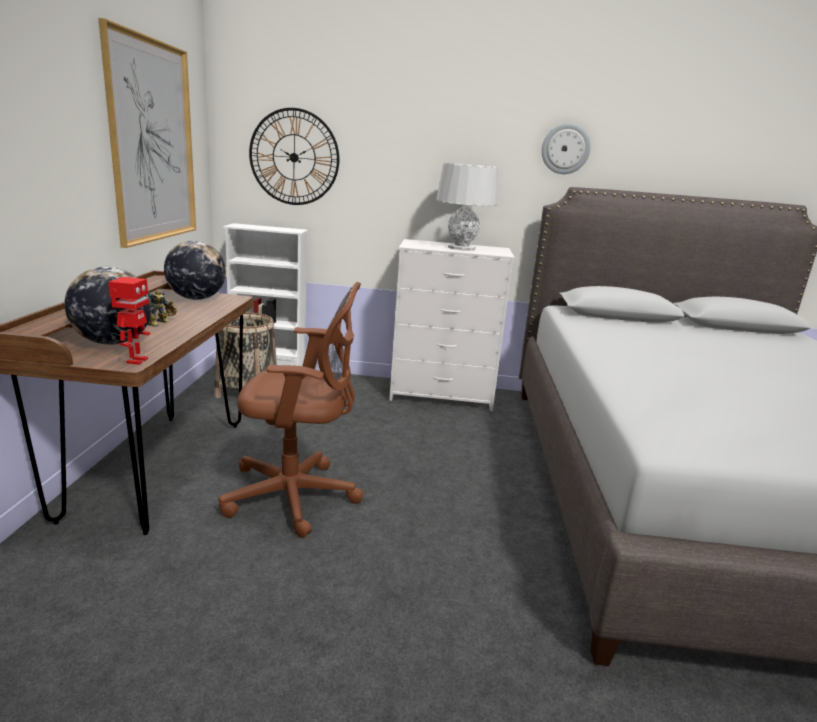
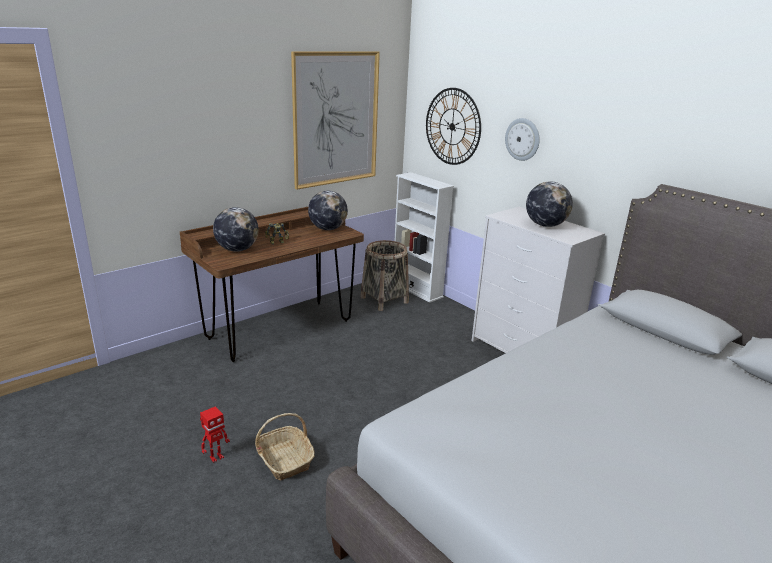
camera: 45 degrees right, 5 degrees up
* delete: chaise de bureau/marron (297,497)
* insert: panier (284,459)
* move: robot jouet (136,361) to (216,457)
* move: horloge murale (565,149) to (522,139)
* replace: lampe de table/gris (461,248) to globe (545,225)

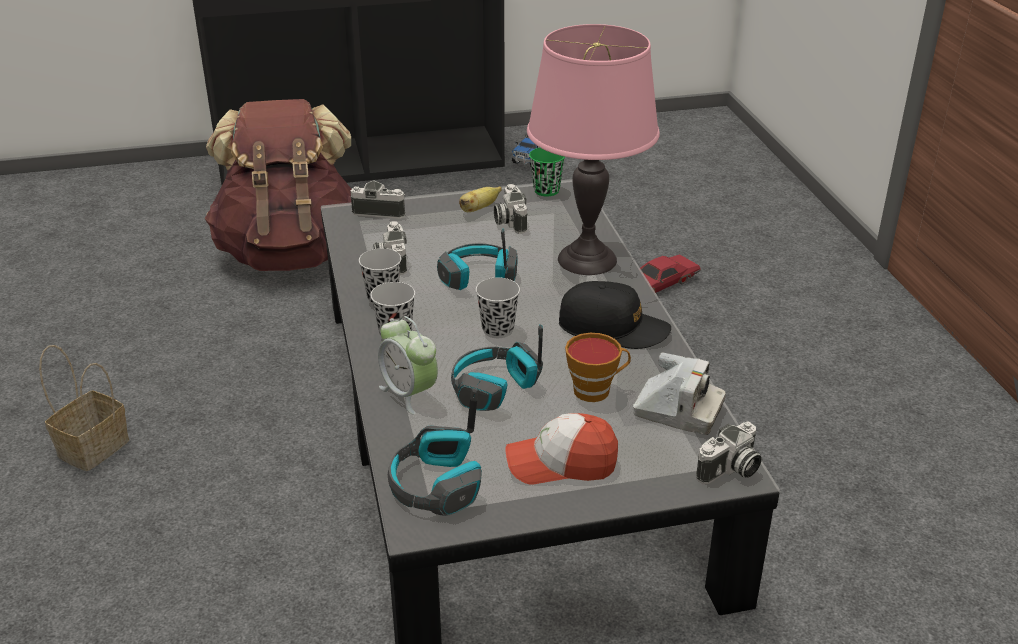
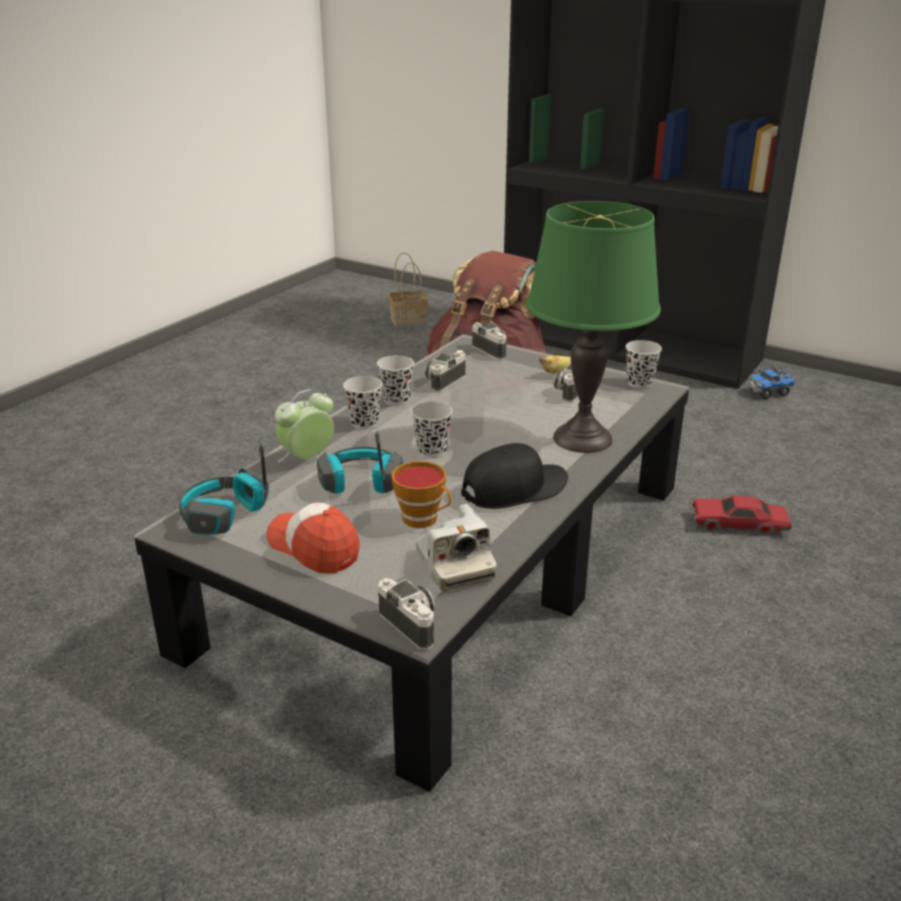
camera: 45 degrees right, 5 degrees down
* delete: casque audio (478,278)
* move: panier (94,446) to (409,320)
* recolor: lampe de table/rose (587,260) to lampe de table/vert (583,438)
* recolor: tasse/vert (546,190) to tasse/noir (639,383)
* rotate: réveil (409,394) = (307,458) 45 degrees clockwise
* rotate: casquette/noir (613,328) = (514,489) 90 degrees counterclockwise
* rotate: appareil photo (730,471) = (413,624) 135 degrees counterclockwise

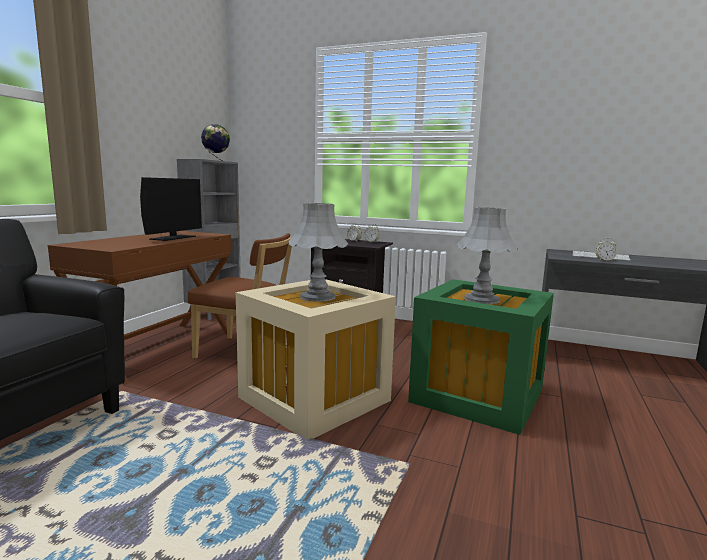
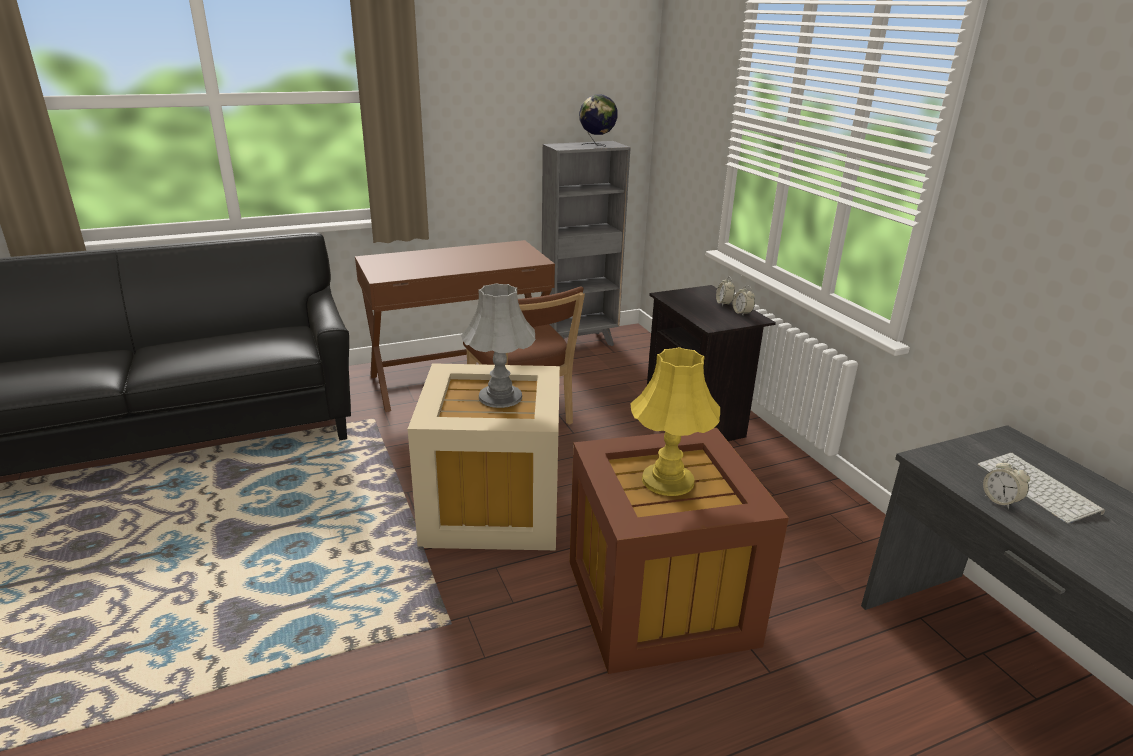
camera: 45 degrees right, 15 degrees up
* delete: écran d'ordinateur (173,238)
* recolor: boîte de rangement/vert (479,395) to boîte de rangement/marron (663,603)
* recolor: lampe de table/gris (481,299) to lampe de table/jaune (668,480)

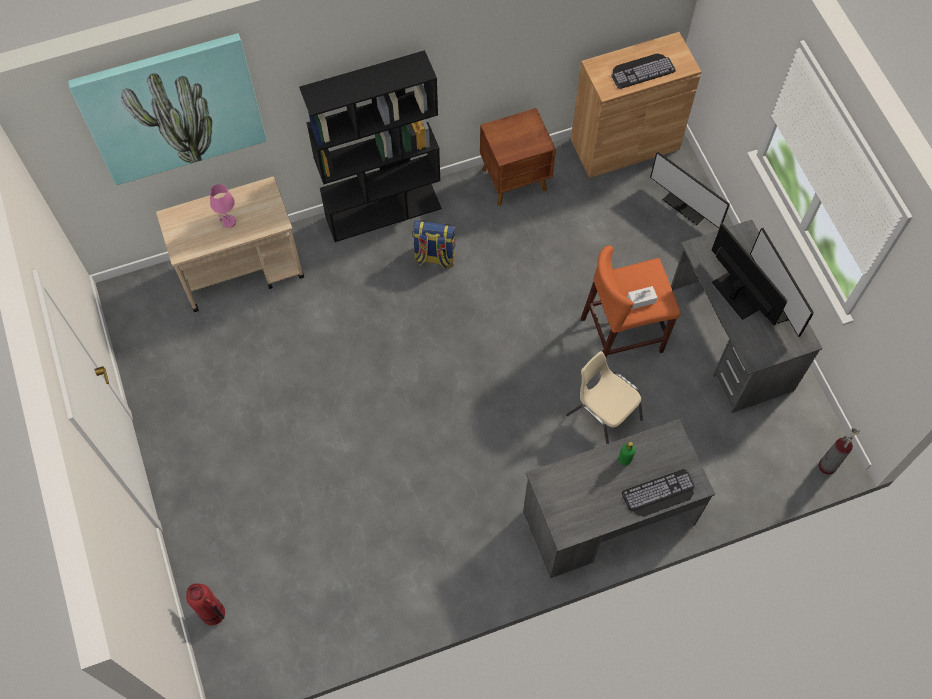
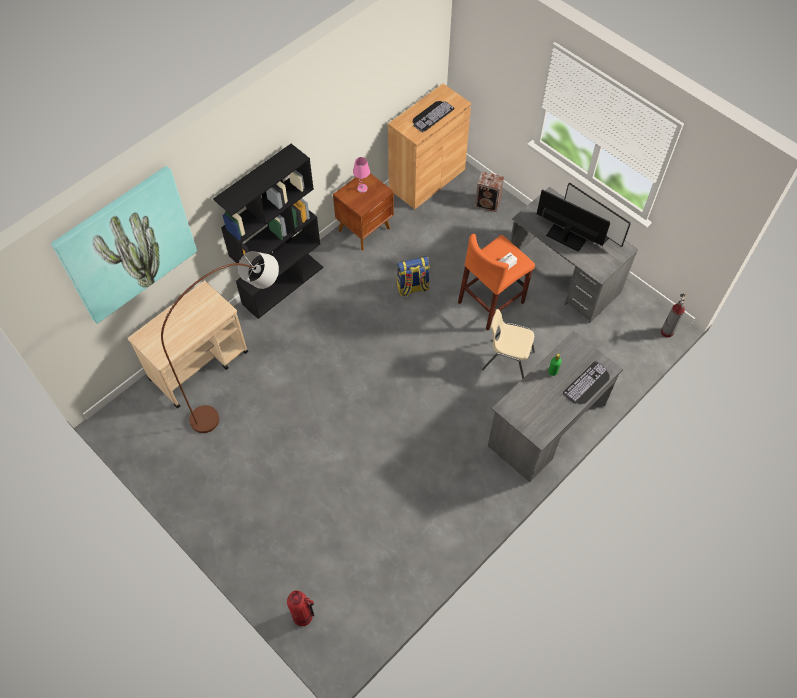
camera: 25 degrees left, 5 degrees down
* insert: lampadaire/marron (246,385)
* move: lampe de table/rose (228,222) to (362,189)
* move: sac à dos (434,257) to (412,287)
* replace: écran d'ordinateur (685,206) to enceinte (488,203)

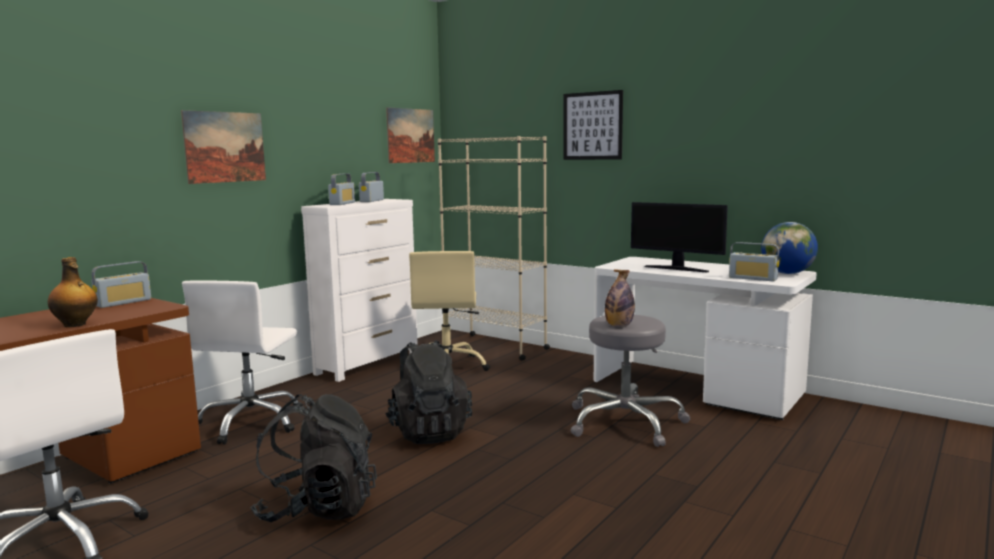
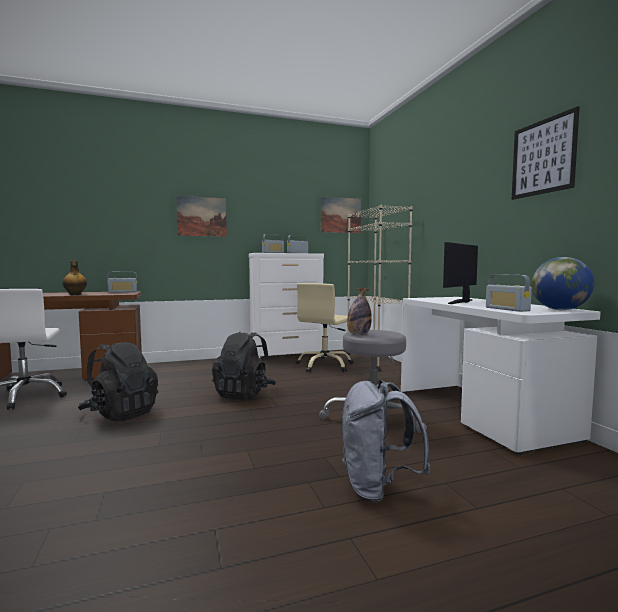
camera: 35 degrees right, 5 degrees down
* delete: chaise de bureau/blanc (251,422)
* insert: sac à dos/gris (378,488)
* move: tableau (592,126) to (543,157)
* rotate: écran d'ordinateur (676,269) = (462,302) 60 degrees clockwise

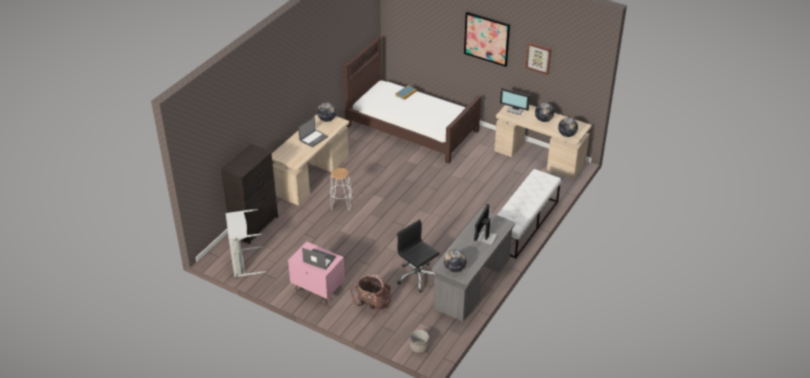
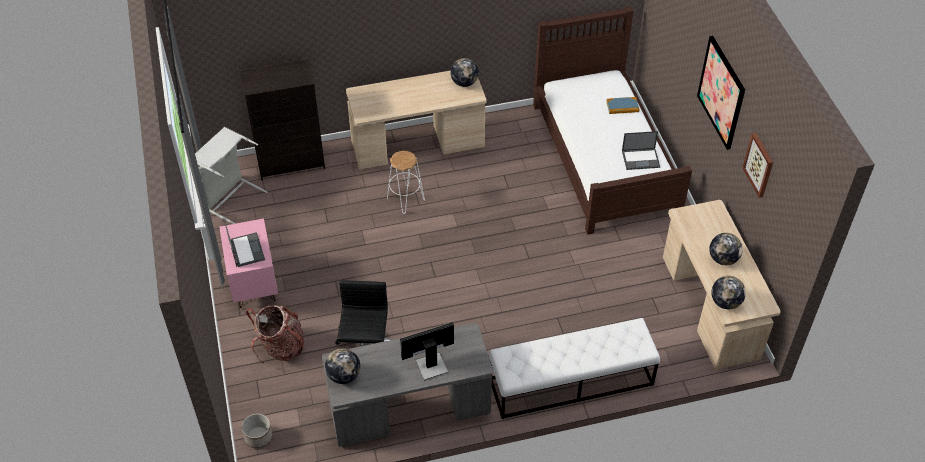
camera: 45 degrees right, 10 degrees up
* delete: écran d'ordinateur (515,110)
* move: ordinateur portable (313,138) to (641,159)

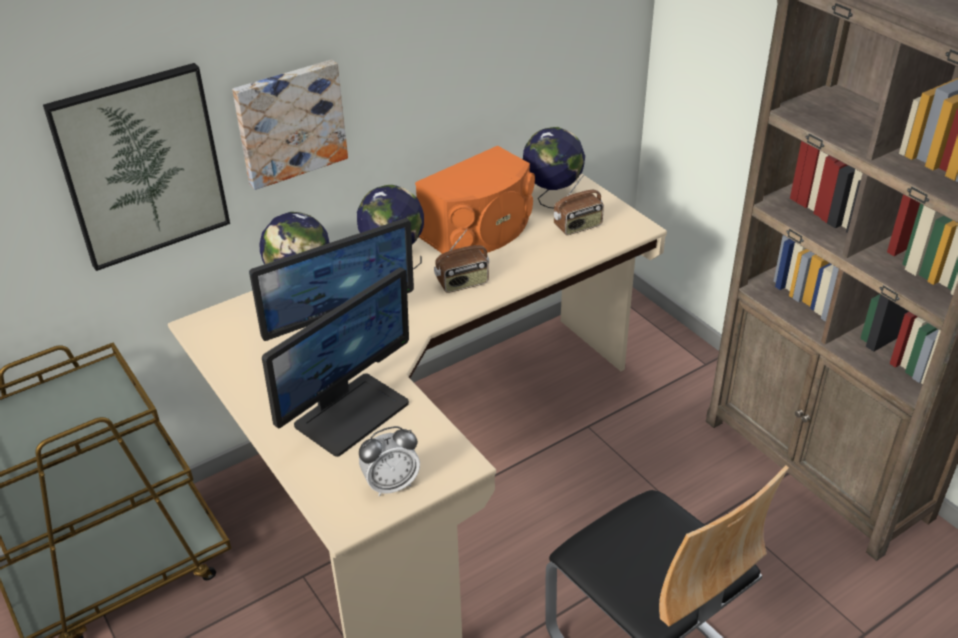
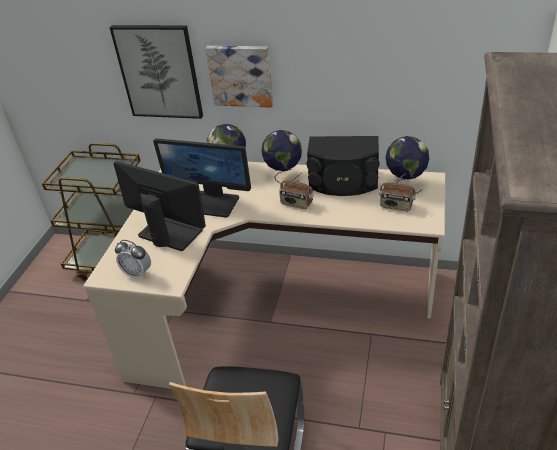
camera: 50 degrees right, 0 degrees up
* recolor: enceinte/orange (480,231) to enceinte/noir (343,182)
* rotate: écran d'ordinateur (351,413) = (169,233) 150 degrees counterclockwise

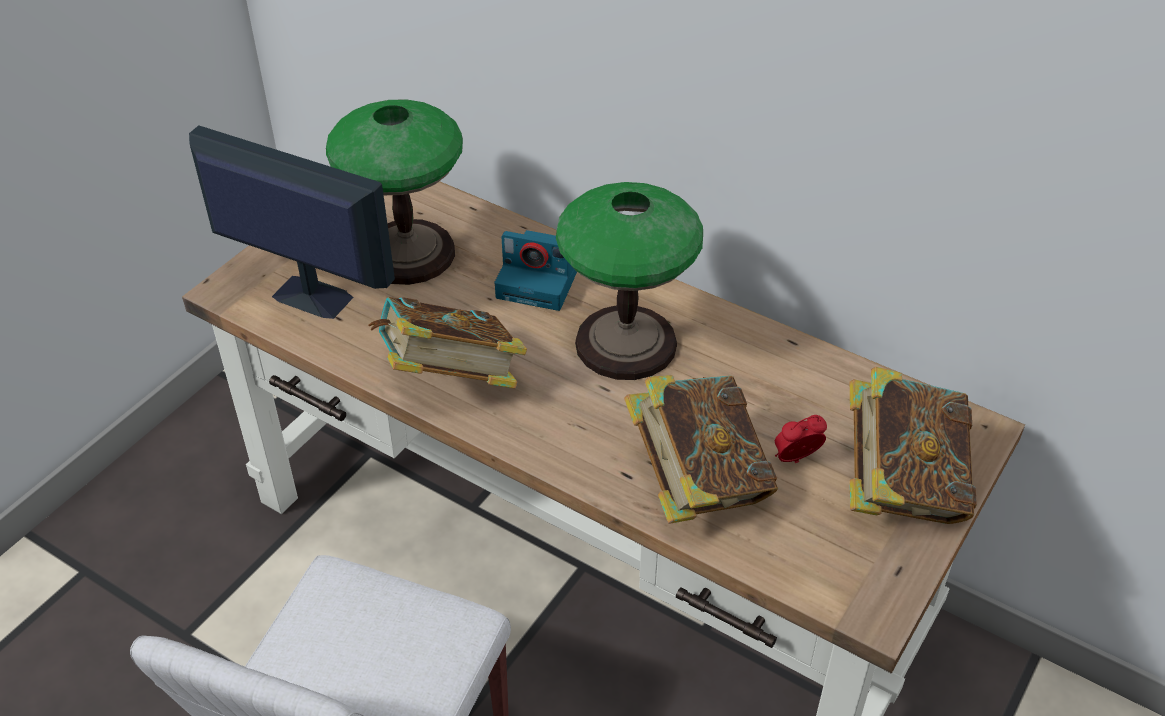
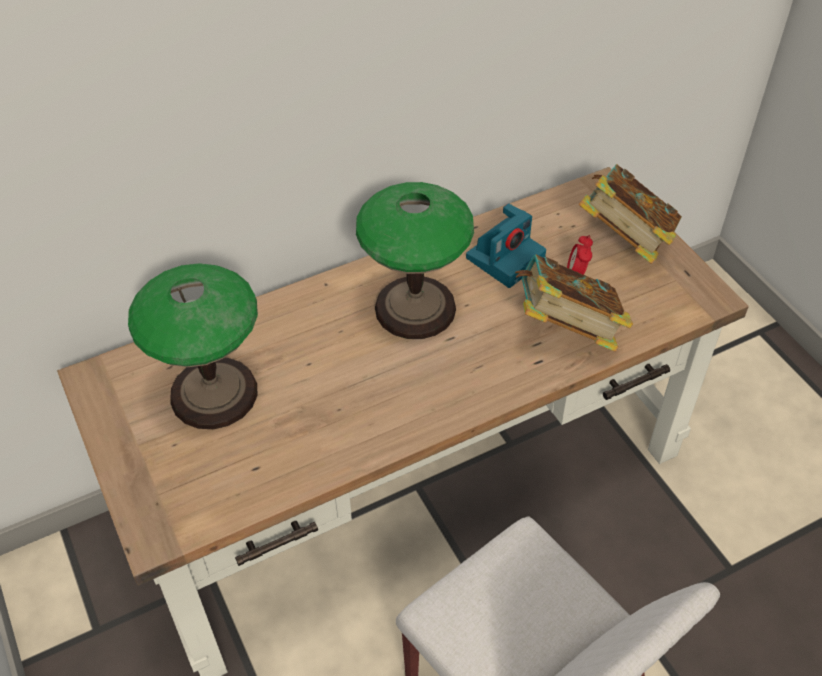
camera: 60 degrees left, 5 degrees up
* delete: écran d'ordinateur (310,296)
* delete: livre (450,380)
* move: appareil photo (541,281) to (505,258)

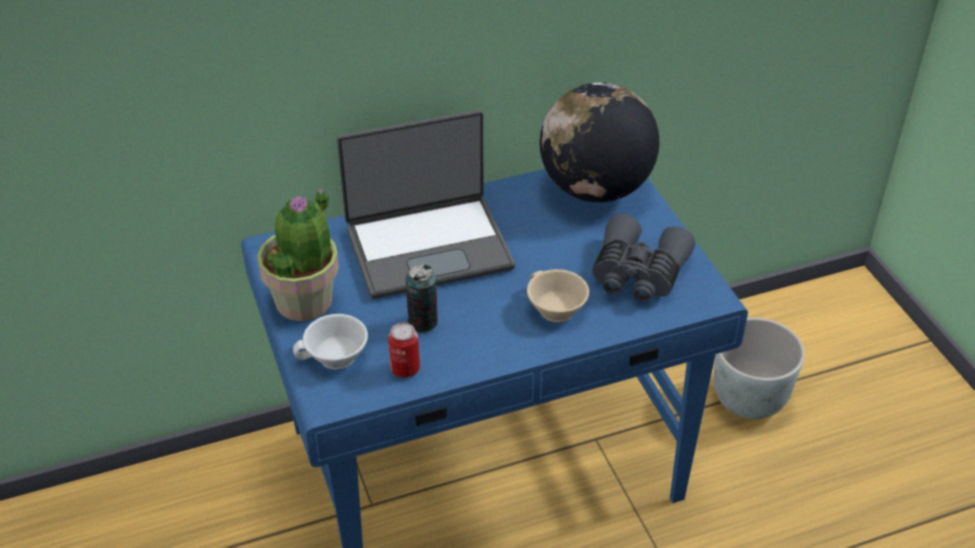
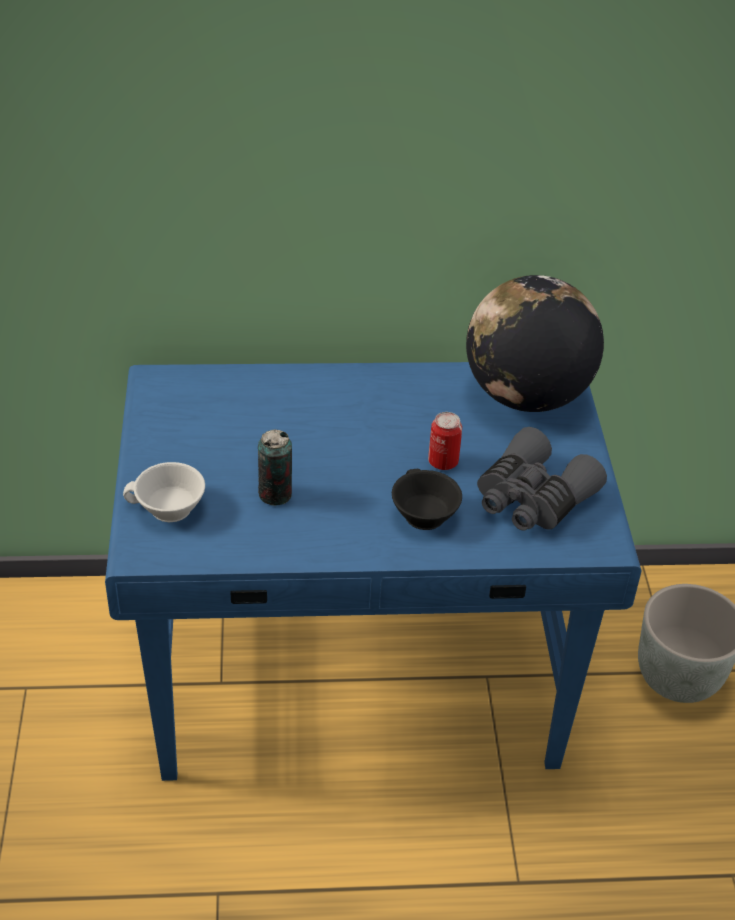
camera: 15 degrees right, 0 degrees up
* delete: plante en pot (305,301)
* delete: ordinateur portable (428,246)
* move: boîte métallique (405,369) to (443,462)
* recolor: tasse/beige (553,309) to tasse/noir (421,514)

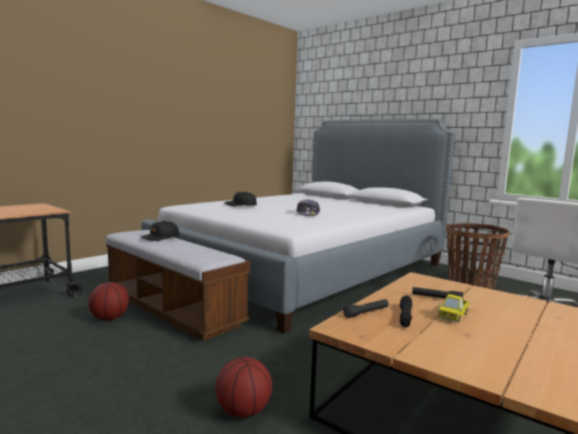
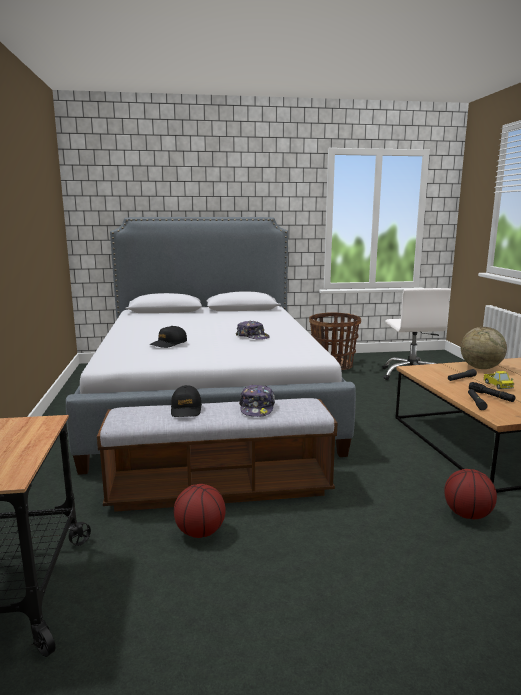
camera: 50 degrees left, 5 degrees up
* insert: casquette (257,408)
* insert: globe (480,368)

